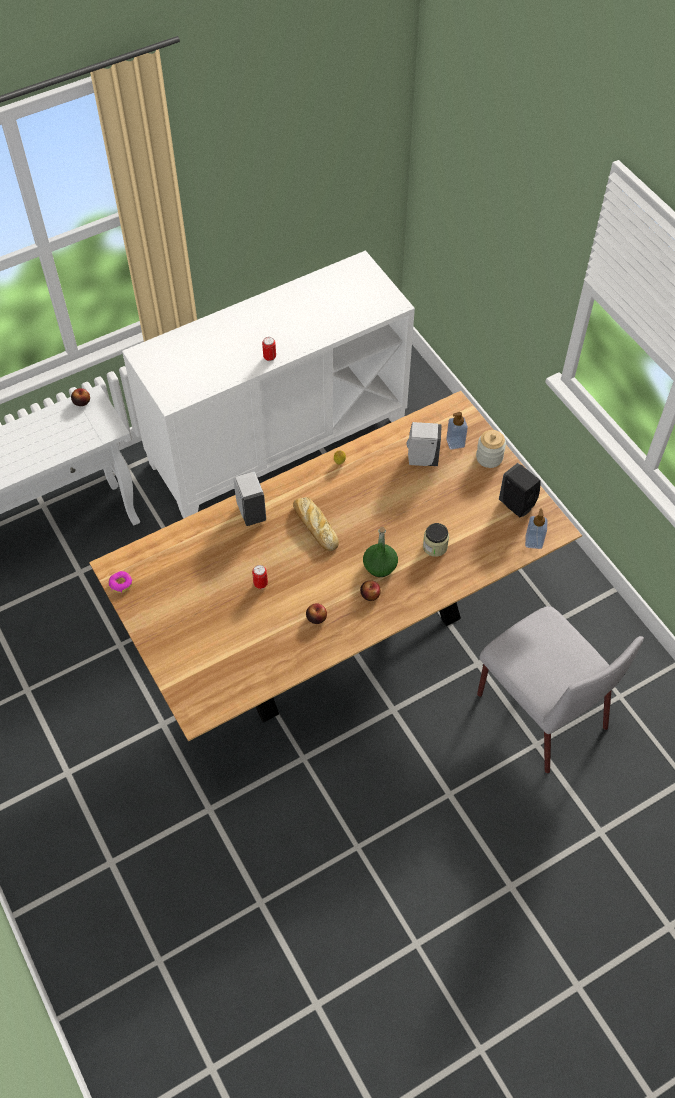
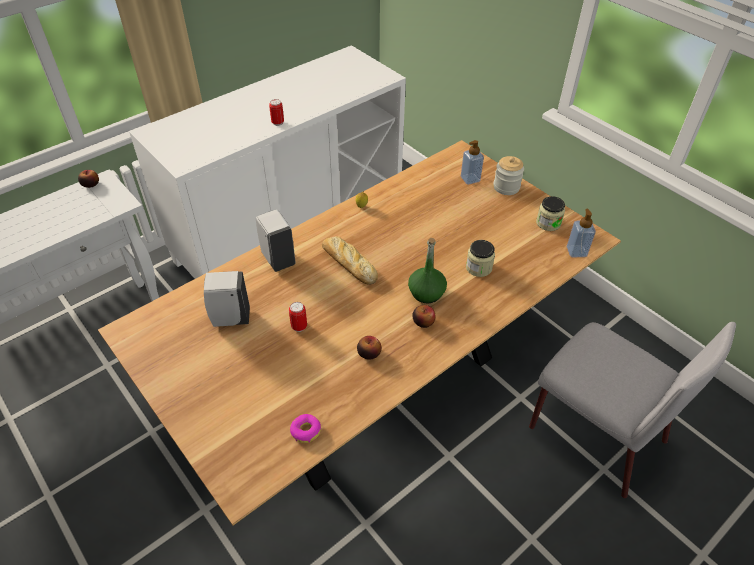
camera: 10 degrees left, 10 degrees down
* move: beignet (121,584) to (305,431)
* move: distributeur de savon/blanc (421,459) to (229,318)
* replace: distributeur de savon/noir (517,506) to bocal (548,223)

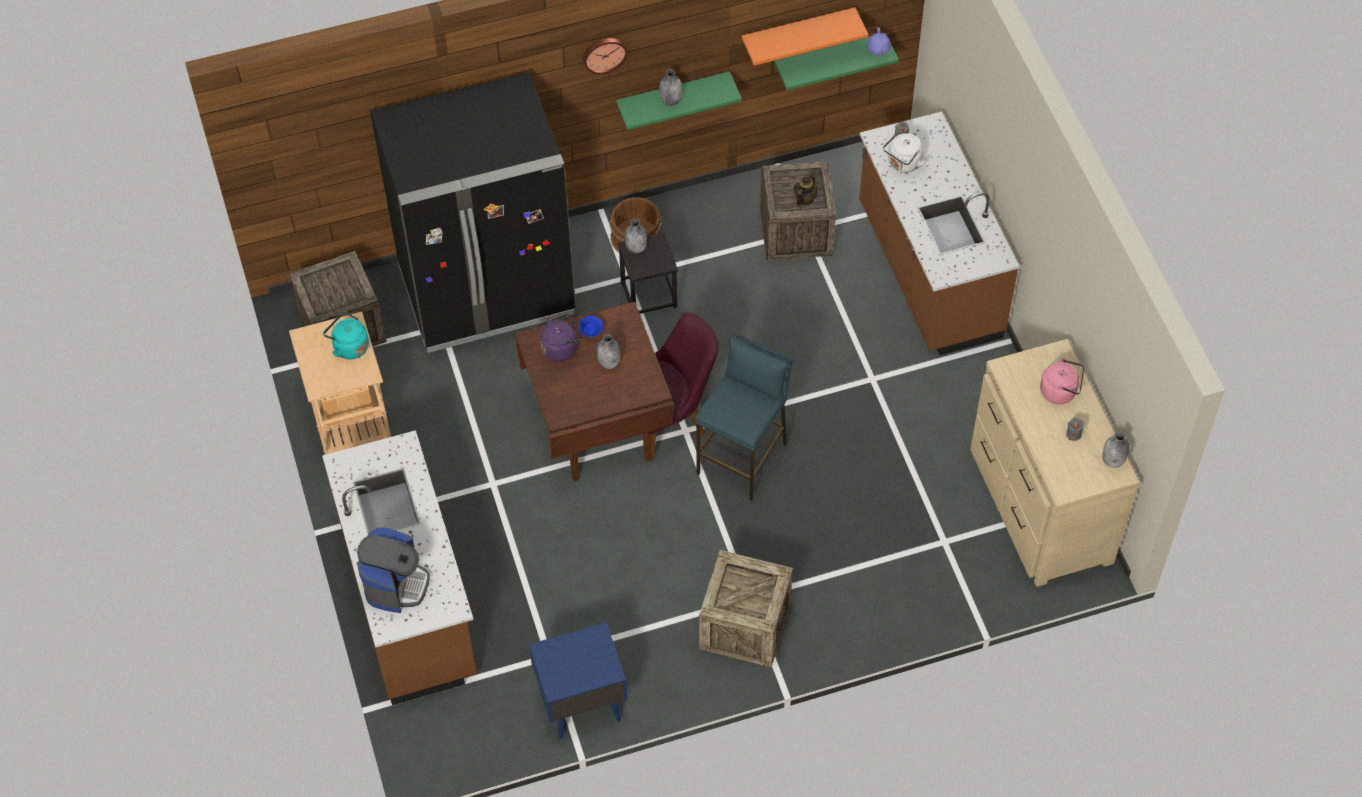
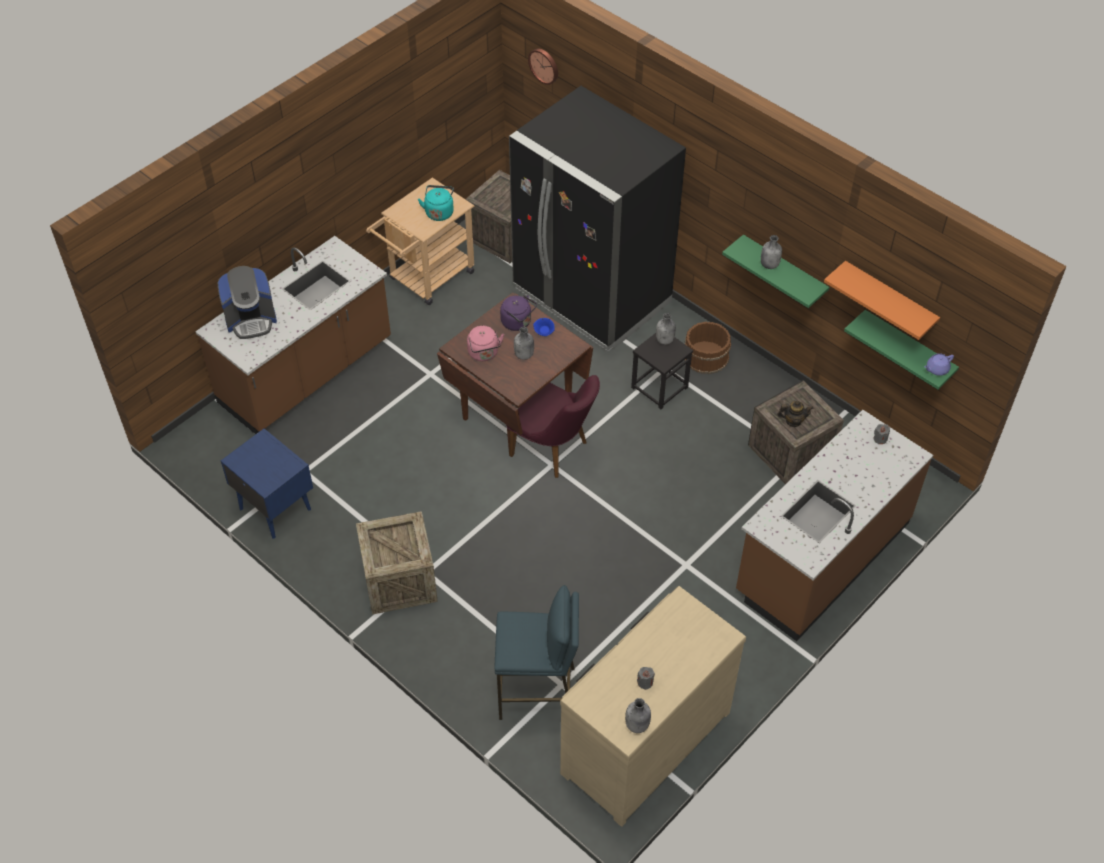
camera: 60 degrees right, 5 degrees down
* delete: bouilloire/blanc (903,164)
* move: horloge murale (604,54) to (544,65)
* move: tabouret/bleu (743,459) to (537,693)
* move: bouilloire/rose (1060,391) to (484,354)

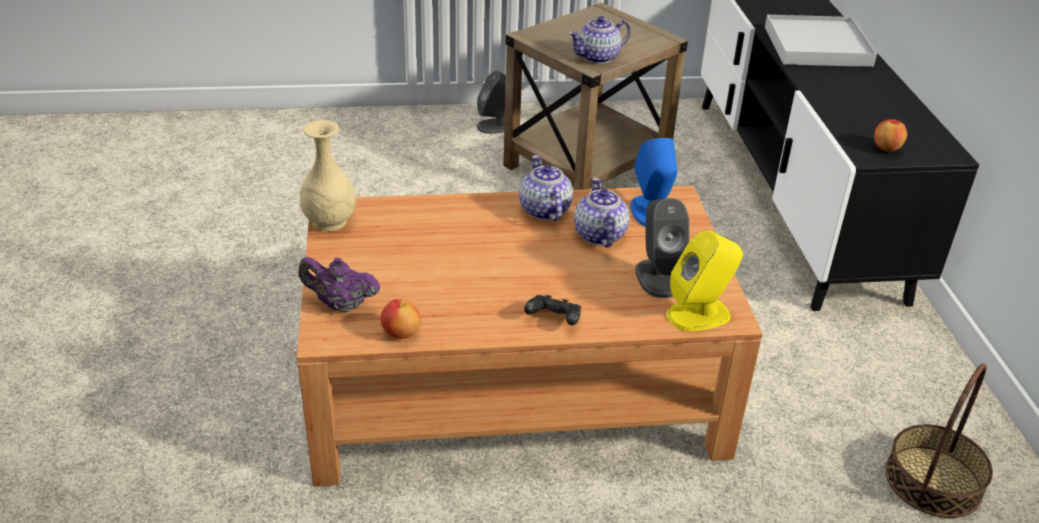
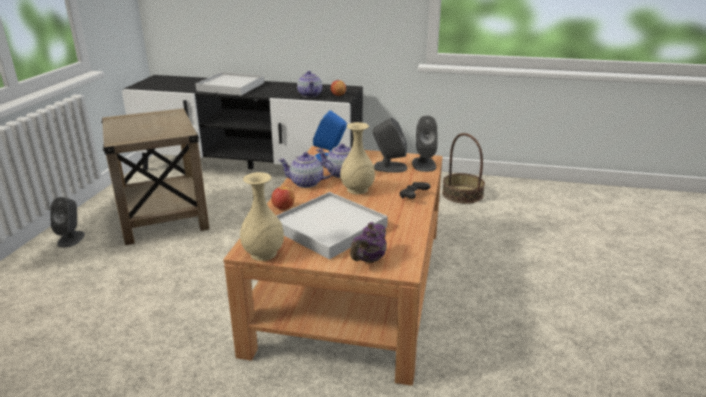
camera: 70 degrees left, 10 degrees down
* insert: plateau/blanc (329,228)
* insert: vase/beige (357,190)
* move: pomme (401,333) to (283,208)
* move: théière (598,57) to (310,95)
* recolor: enceinte/jaune (699,314) to enceinte/gris (423,164)

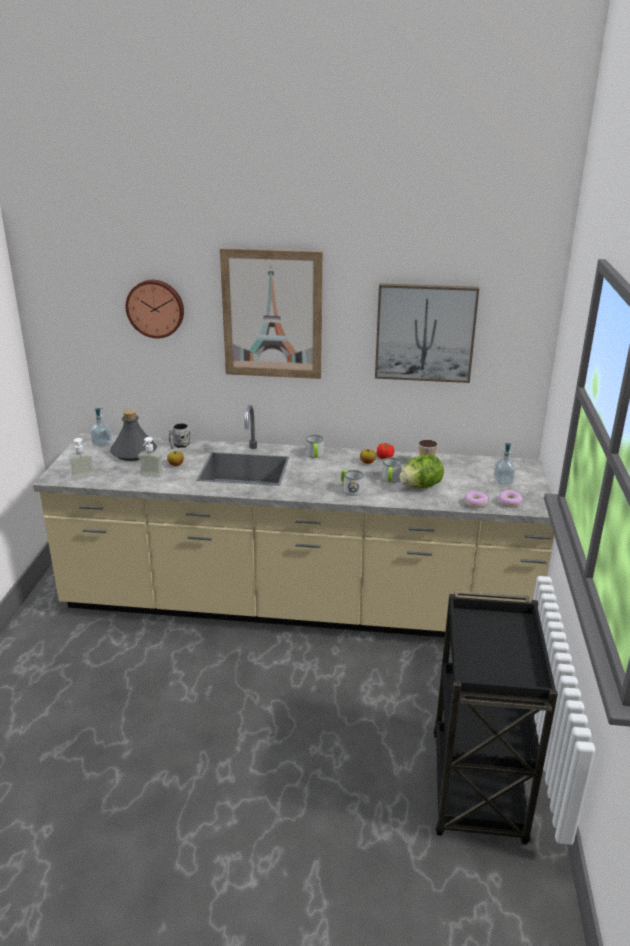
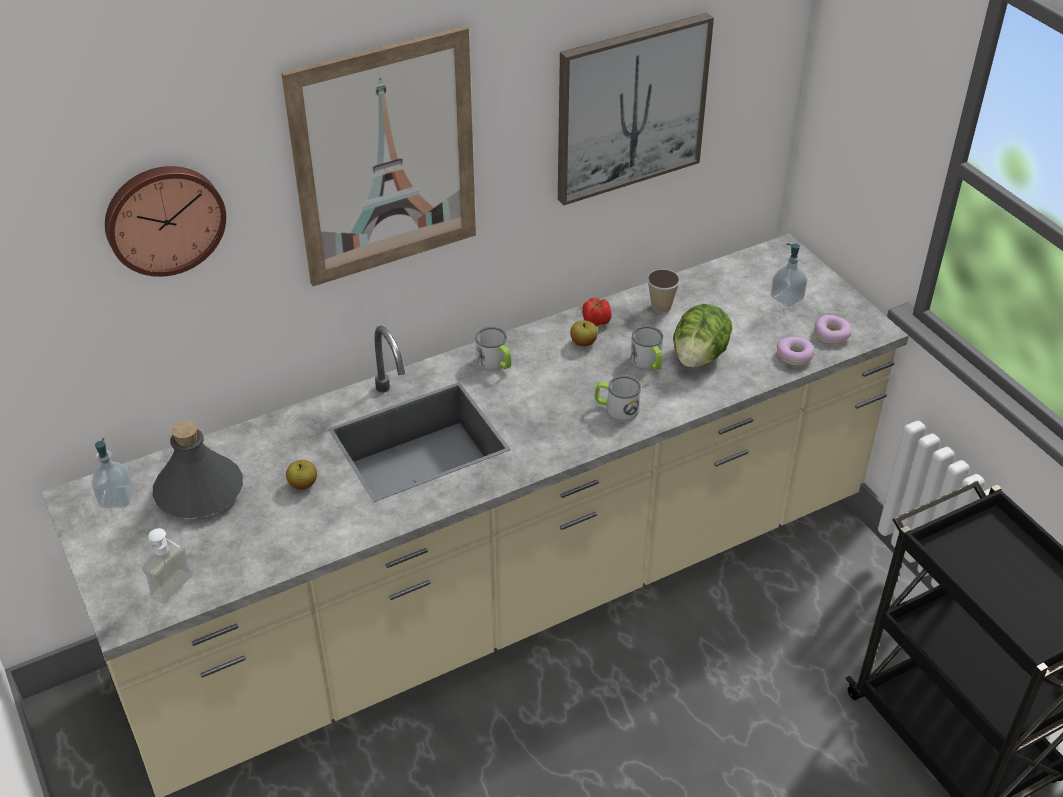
camera: 35 degrees left, 15 degrees up
* delete: distributeur de savon (150,477)
* delete: mug/gris (179,445)

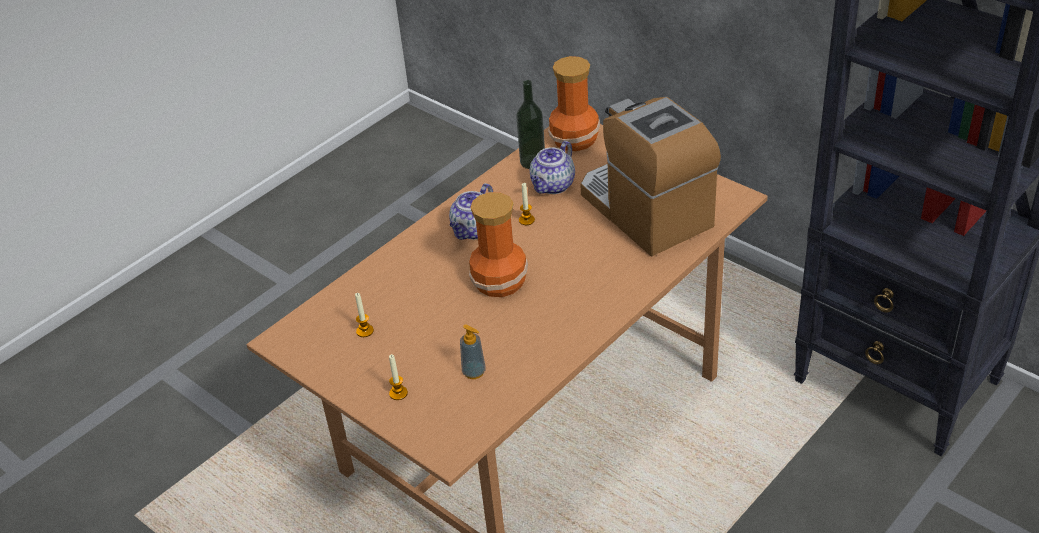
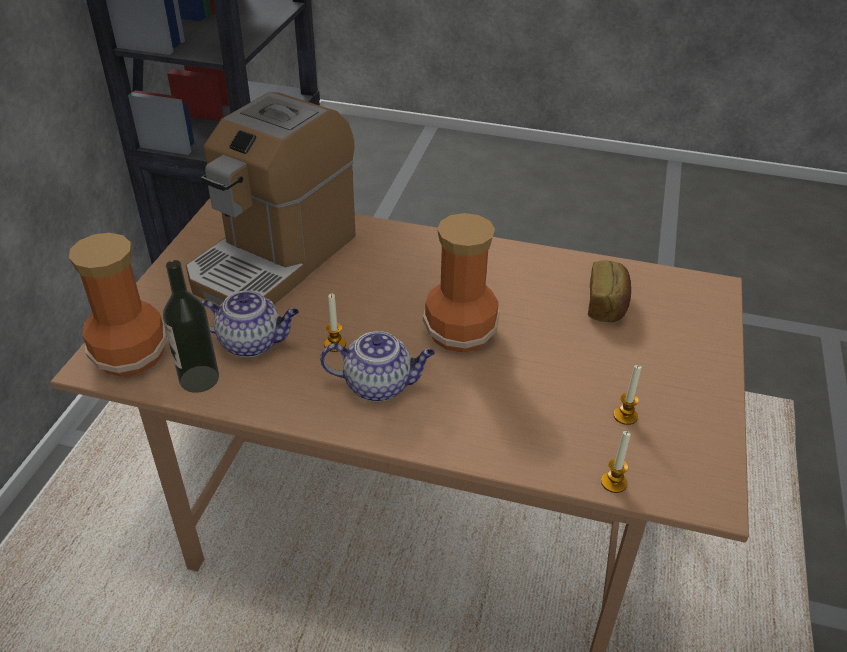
camera: 120 degrees left, 0 degrees up
* move: bougie (398,393) to (613,482)
* replace: distributeur de savon (474,372) to pain (607,304)

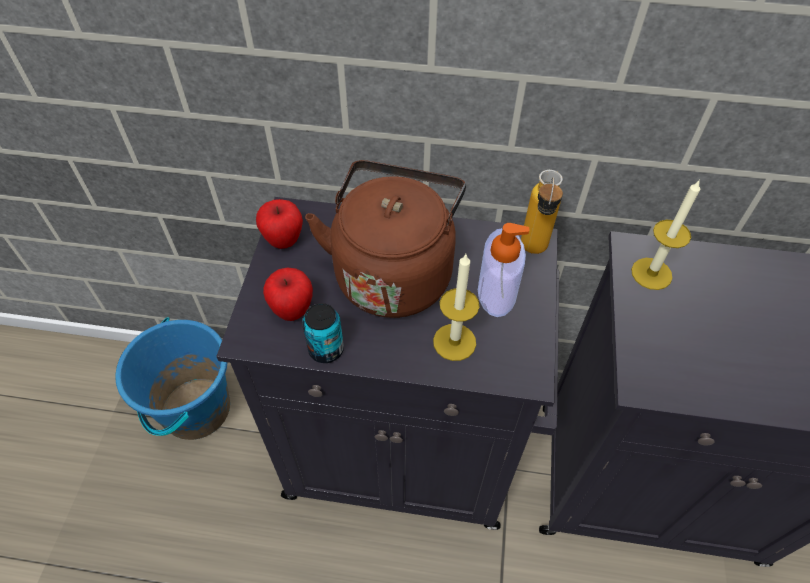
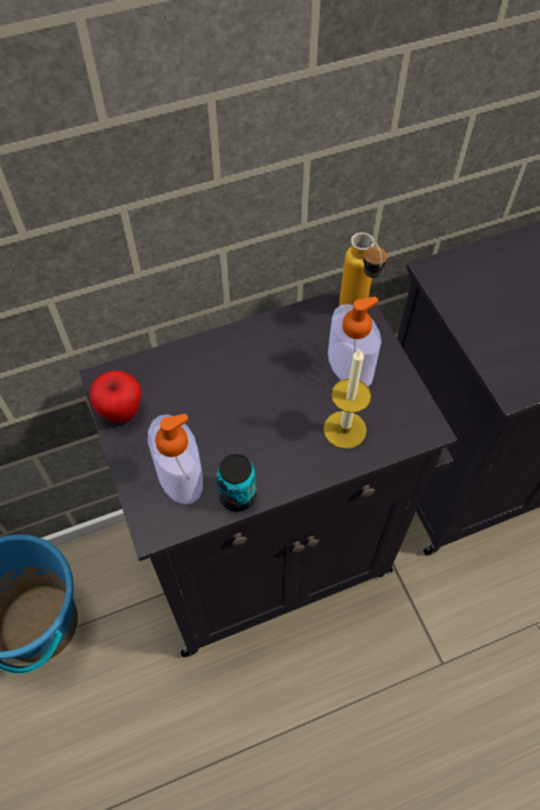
camera: 30 degrees left, 5 degrees up
* delete: bouilloire/marron (393,272)
* delete: bougie (651,273)
* replace: pomme (292,310) to distributeur de savon (180,475)

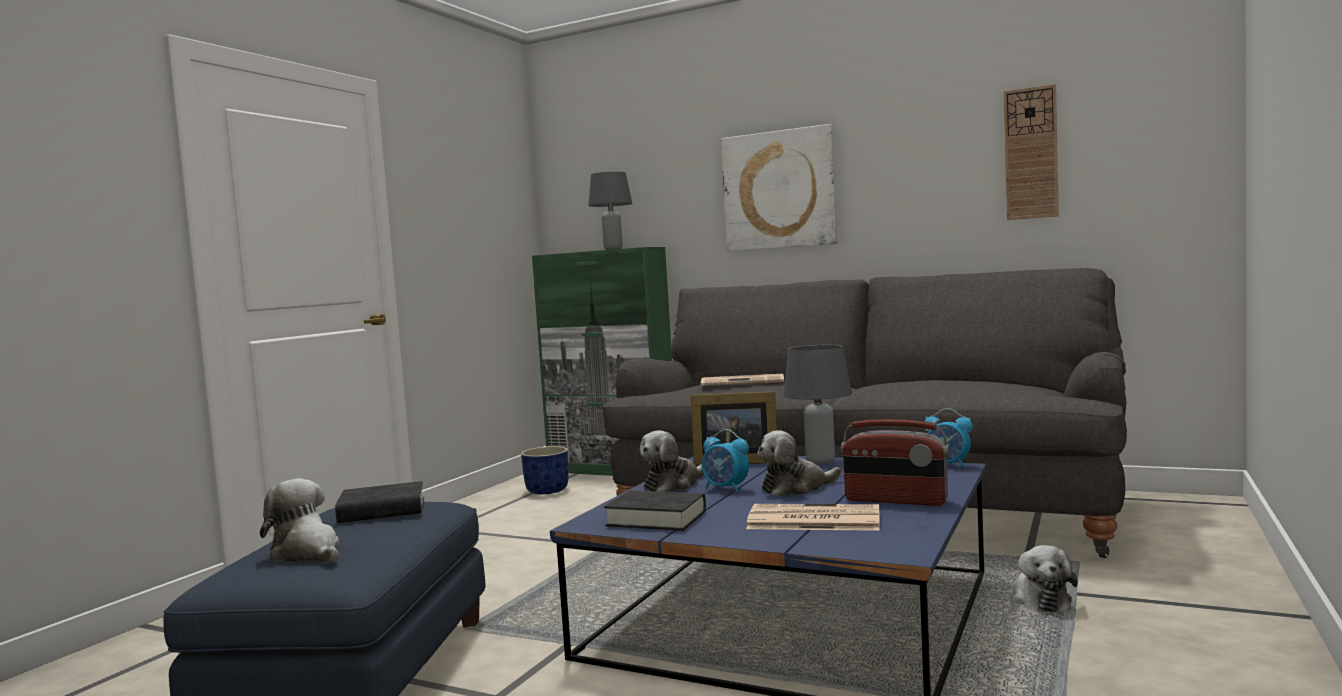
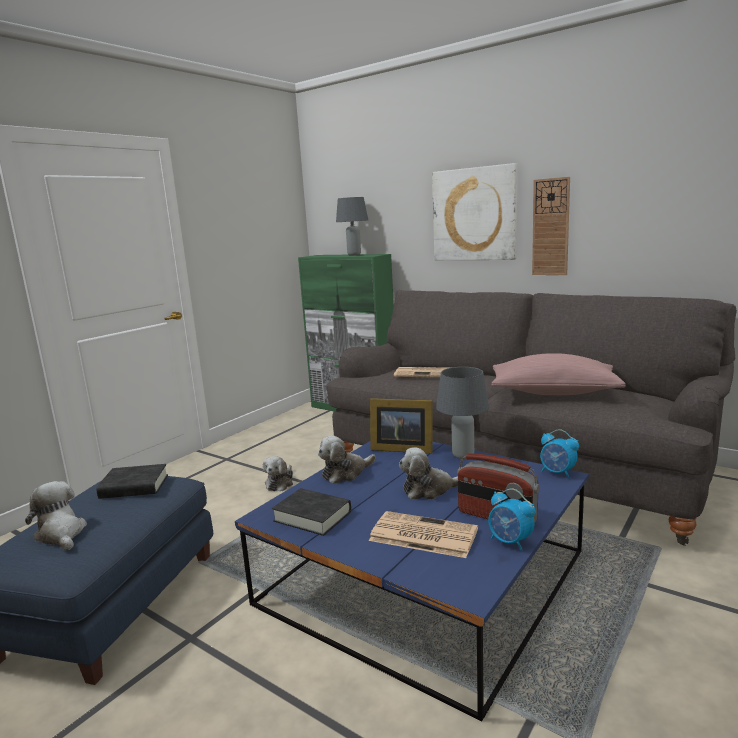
camera: 10 degrees right, 10 degrees up
* delete: cache-pot/bleu (547,491)
* insert: coussin/rose (553,392)
* move: réveil (726,488) to (510,542)
* move: horloge murale (1031,153) to (551,227)
* move: peluche (1040,600) to (280,483)

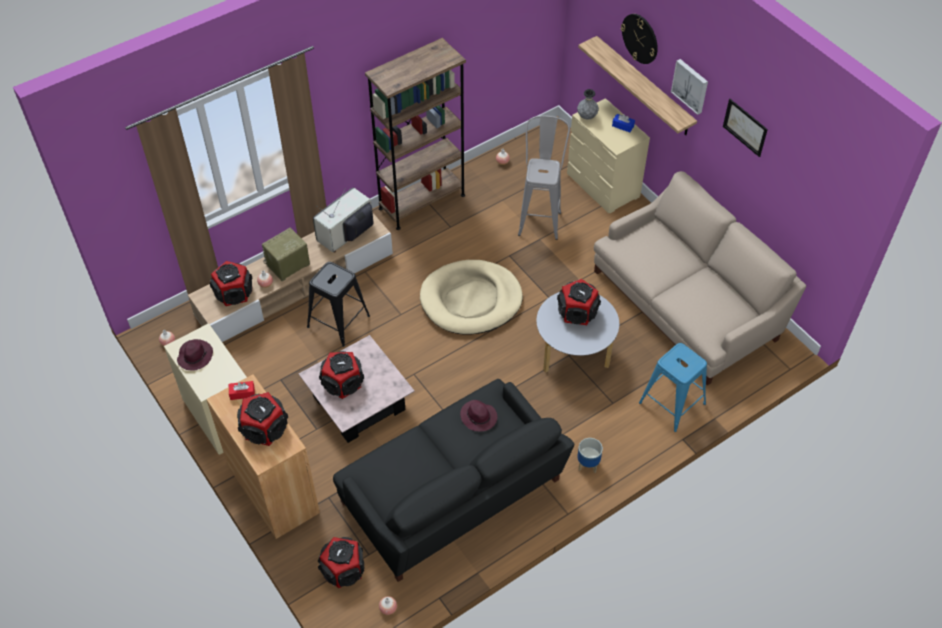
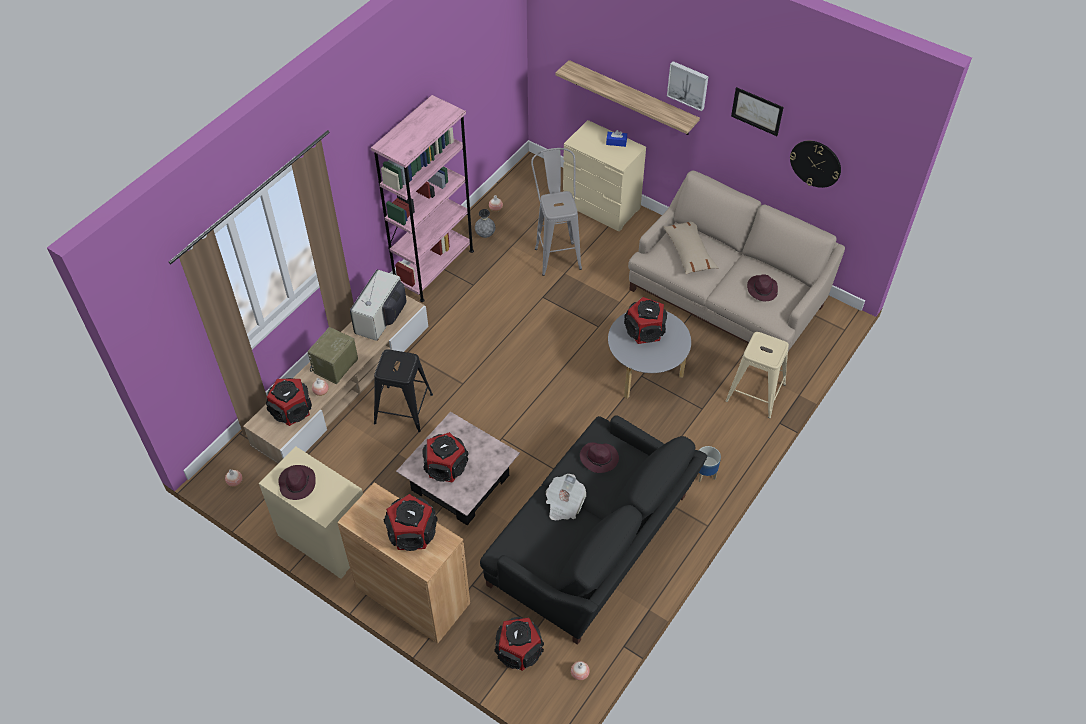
camera: 20 degrees left, 0 degrees up
* delete: boîte à mouchoirs/rouge (242,393)
* delete: panier pour chien/beige (471,300)
* insert: journal (564,504)
* insert: coussin/beige (689,252)
* insert: chapeau/violet (762,289)
* move: vase/gris (586,117) to (485,235)
* move: horloge murale (640,38) to (815,163)
* recolor: bibliothèque/marron (422,202) to bibliothèque/rose (434,268)
* recolor: tabouret/bleu (672,403) to tabouret/beige (756,392)

